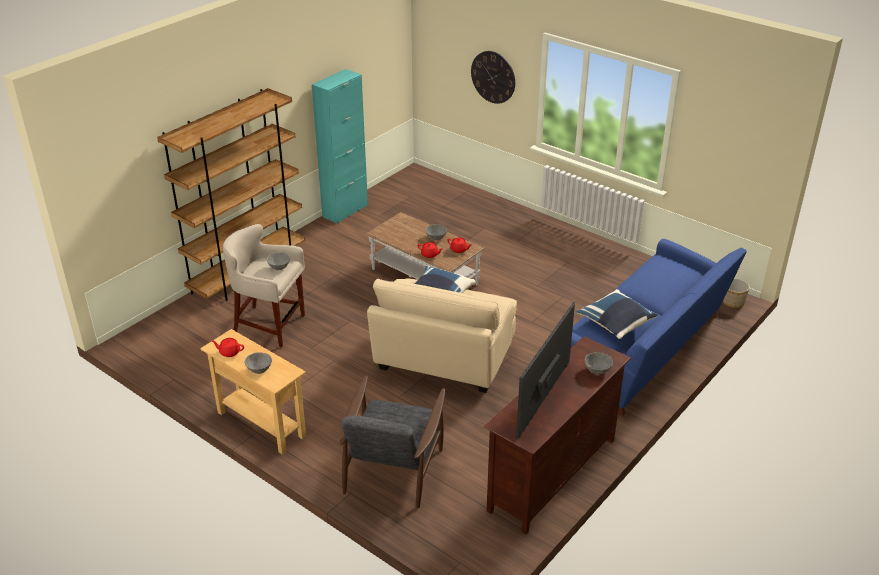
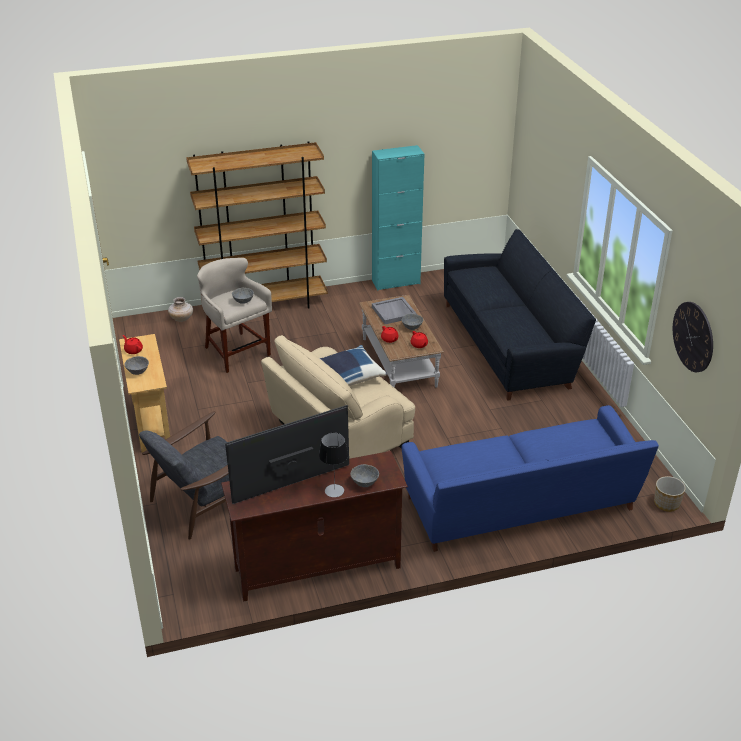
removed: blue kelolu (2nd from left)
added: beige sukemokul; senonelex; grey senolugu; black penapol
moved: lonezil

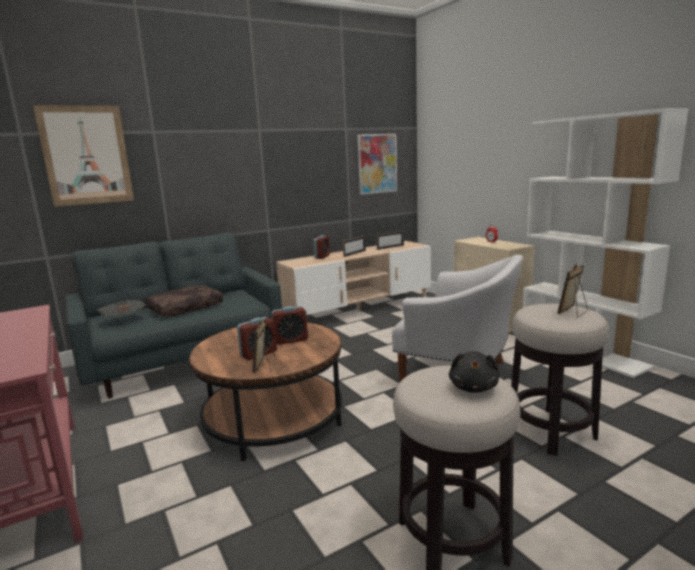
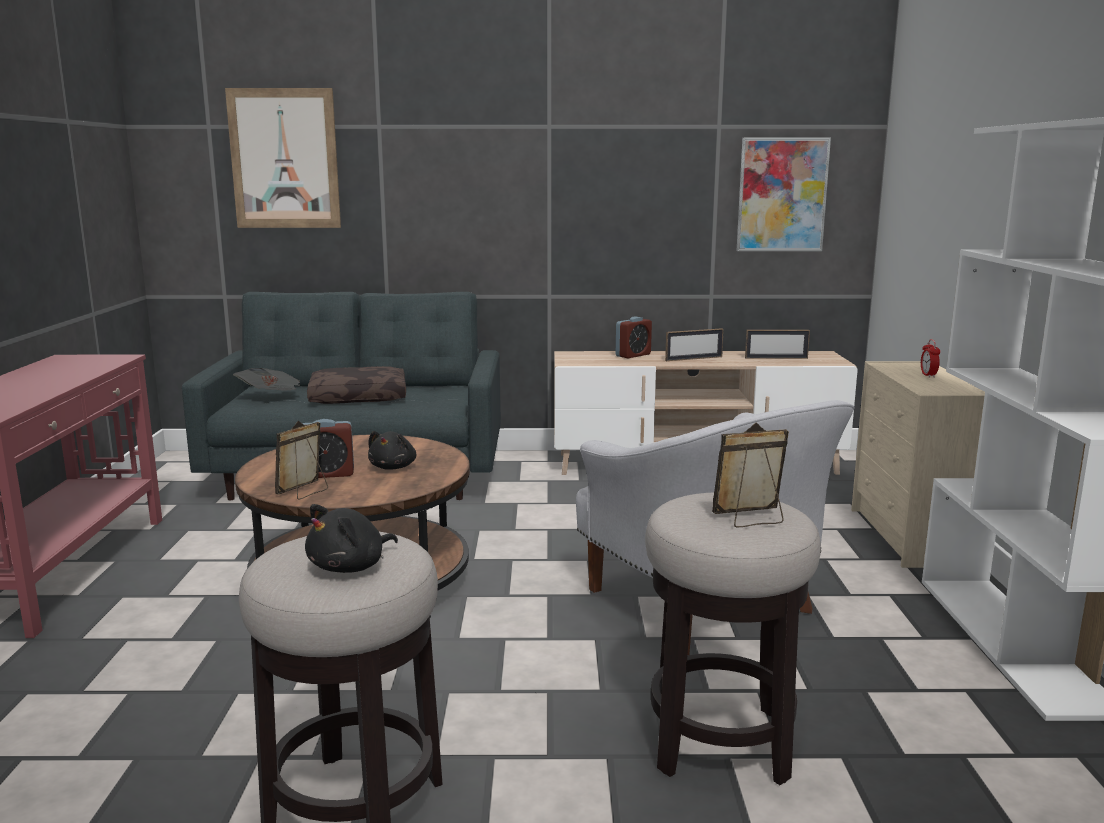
replaced: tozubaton (2nd from left) to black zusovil (2nd from left)

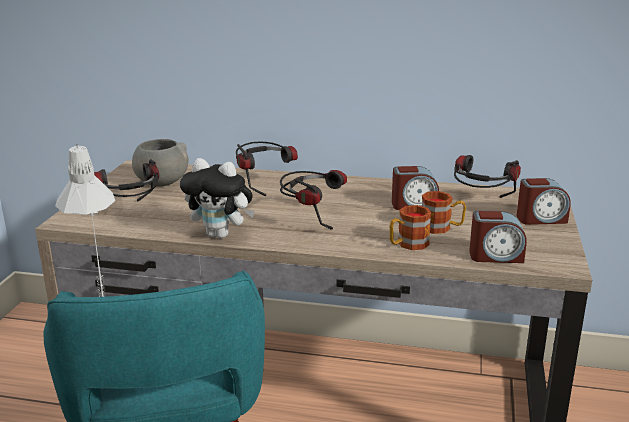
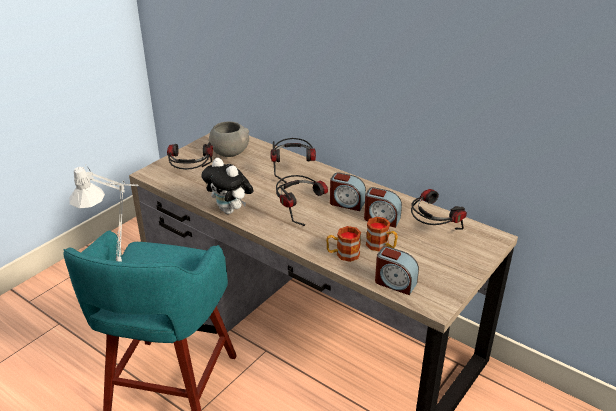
moved: tozubaton (3rd from left in the first image) to tozubaton (1st from left)

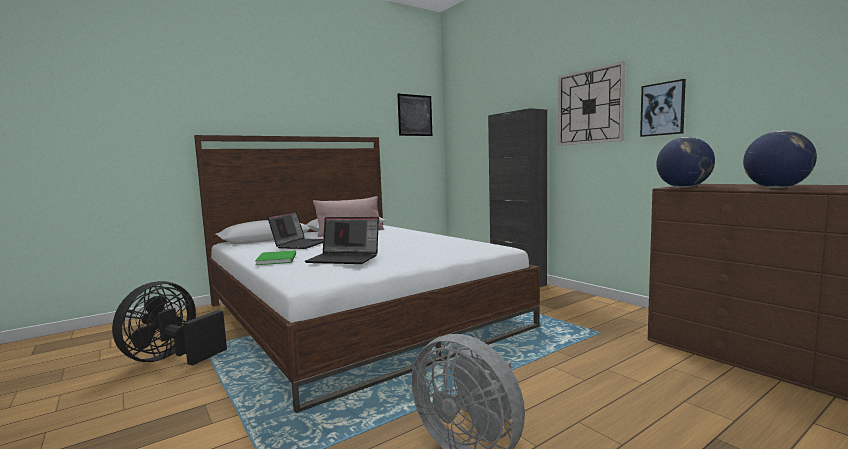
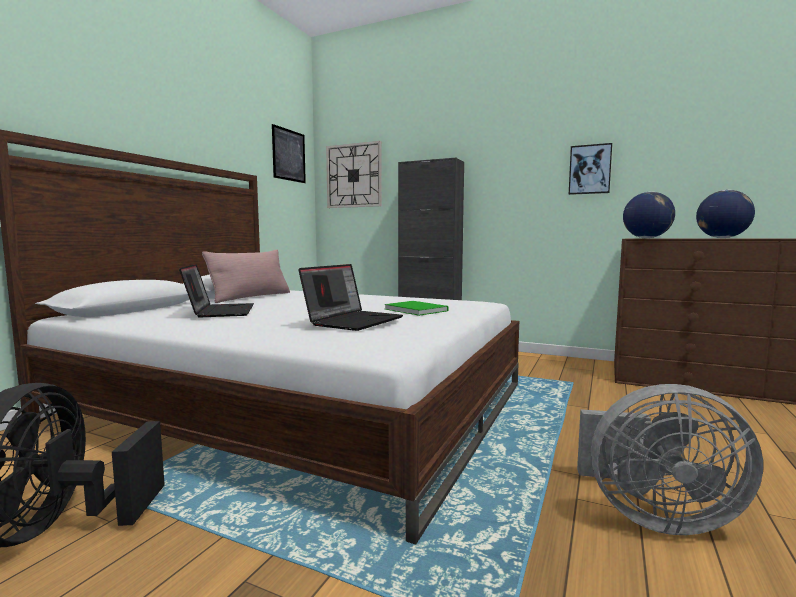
moved: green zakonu; lonezil
turned: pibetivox (2nd from left) 45 degrees counterclockwise

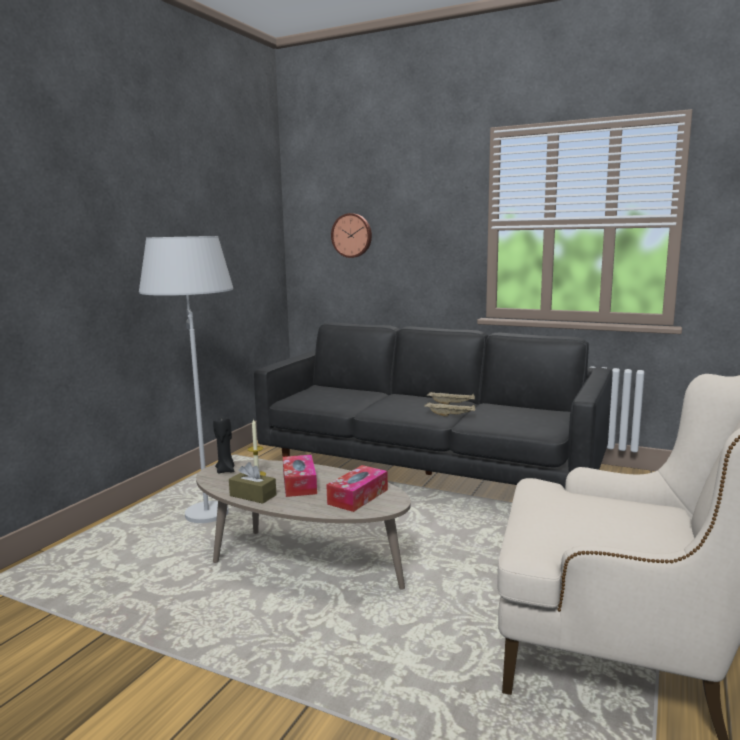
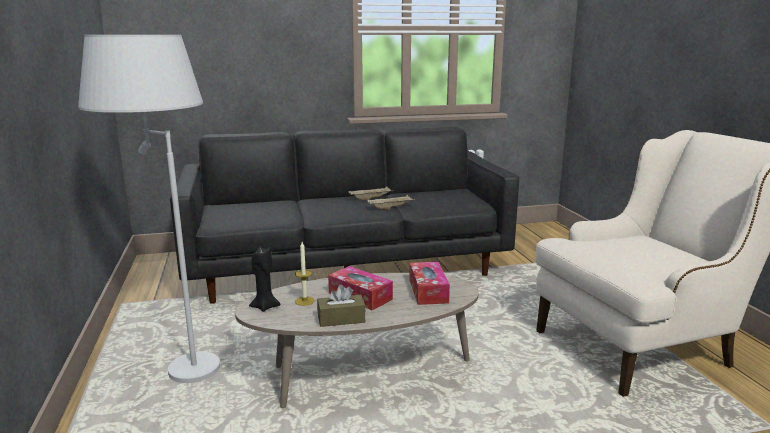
removed: lonezil

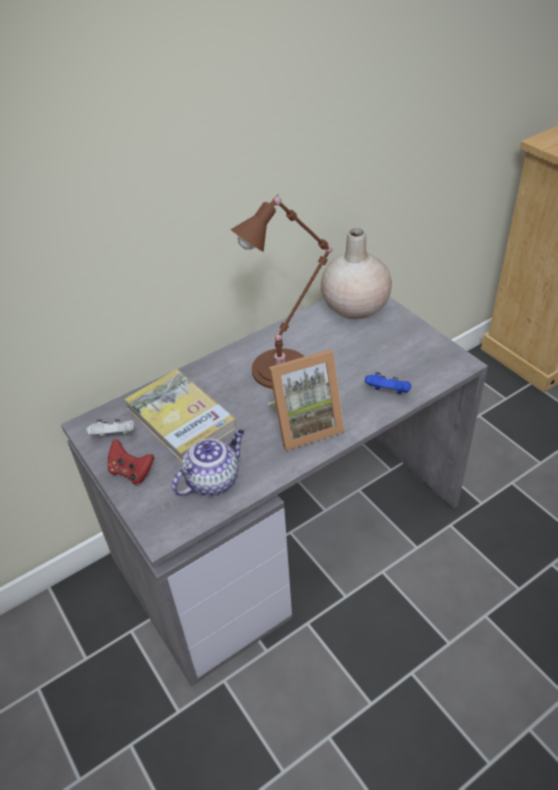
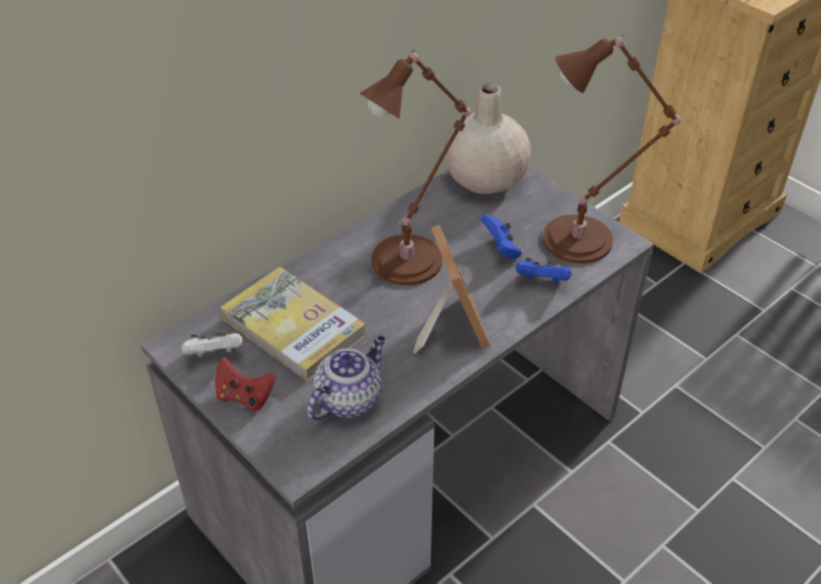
added: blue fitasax (1st from left); brown senonelex (2nd from left)
turned: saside 75 degrees counterclockwise

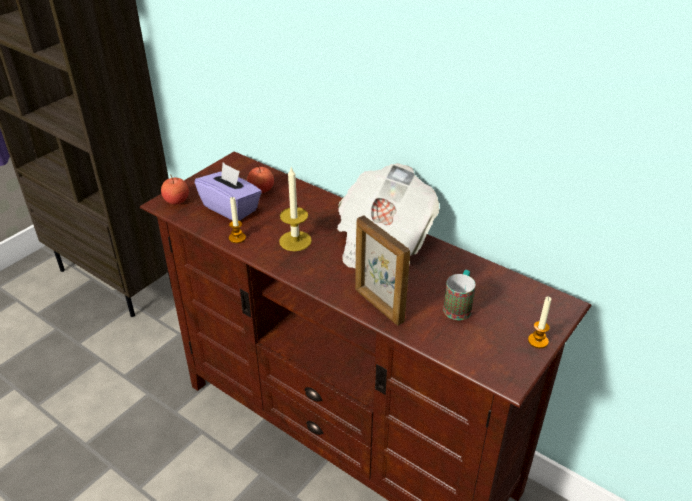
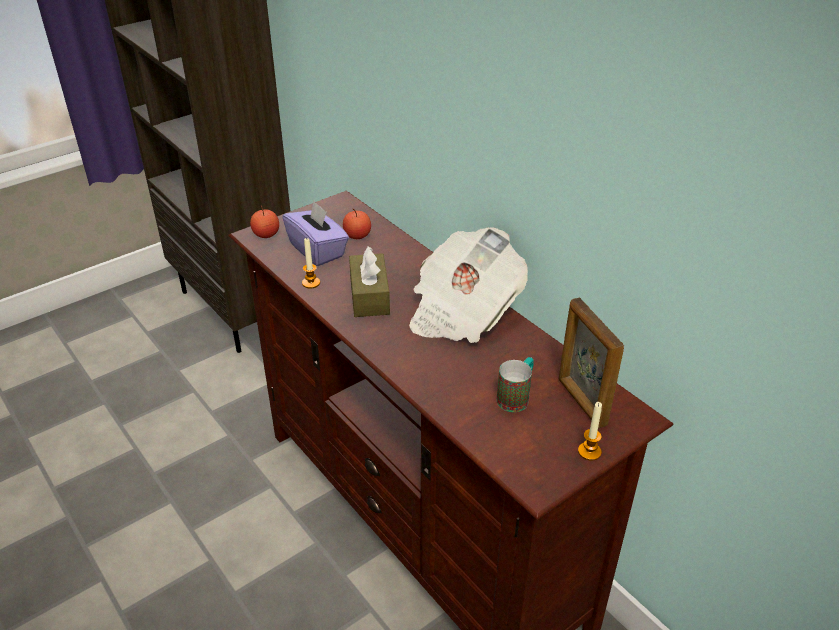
moved: saside
replaced: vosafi (2nd from left) to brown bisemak

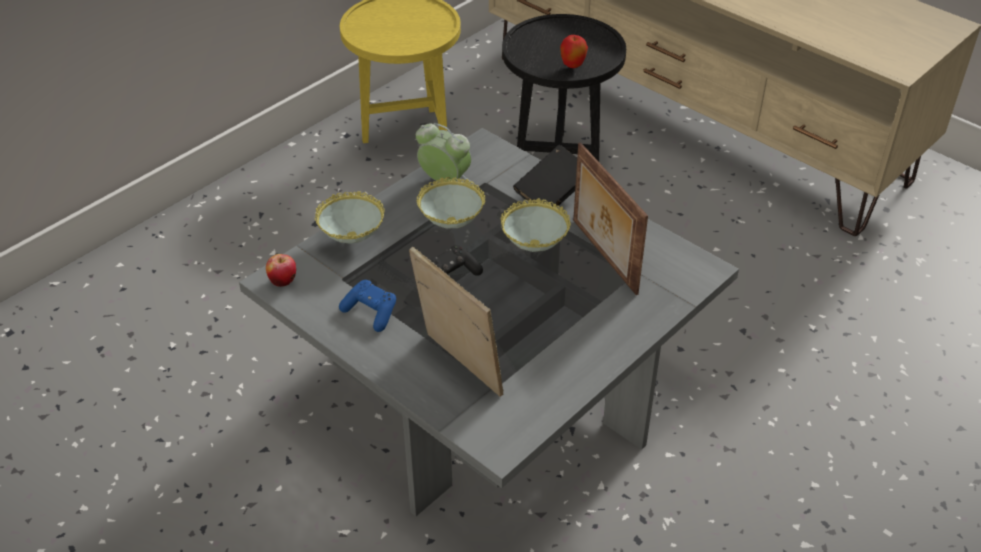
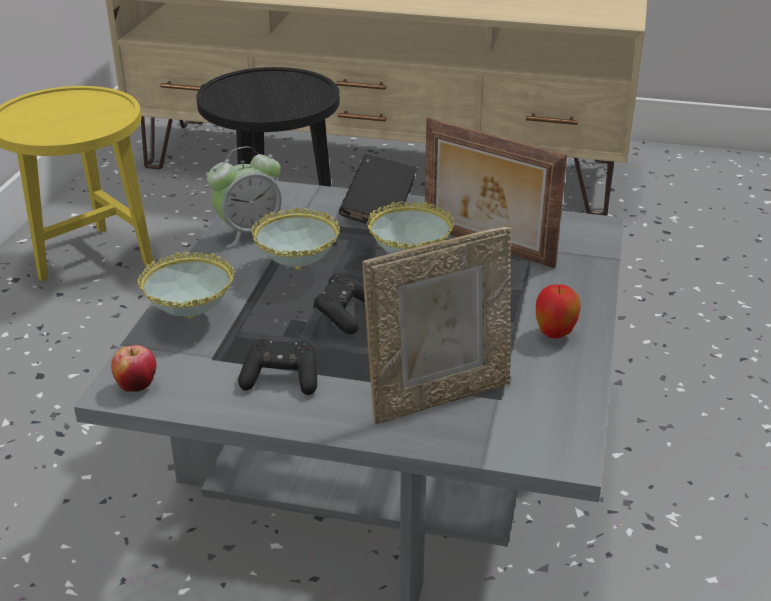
moved: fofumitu (2nd from left)
recoloured: blue fitasax to black fitasax (1st from left)
turned: saside (1st from left) 135 degrees clockwise; tozubaton 150 degrees clockwise

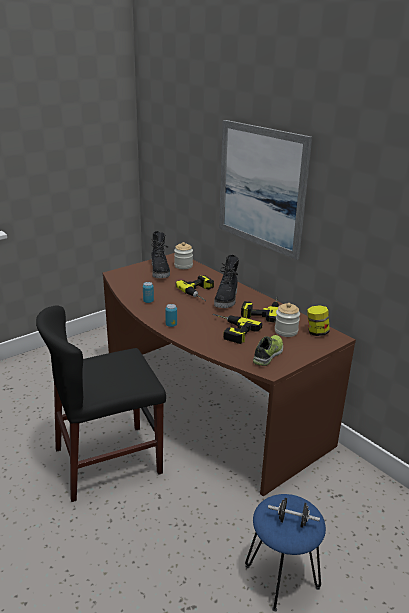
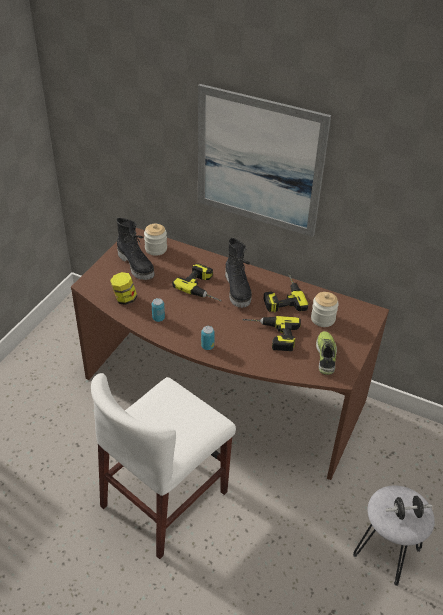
moved: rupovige (3rd from left in the first image) to rupovige (1st from left)
recoloured: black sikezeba to white sikezeba; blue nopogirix to grey nopogirix

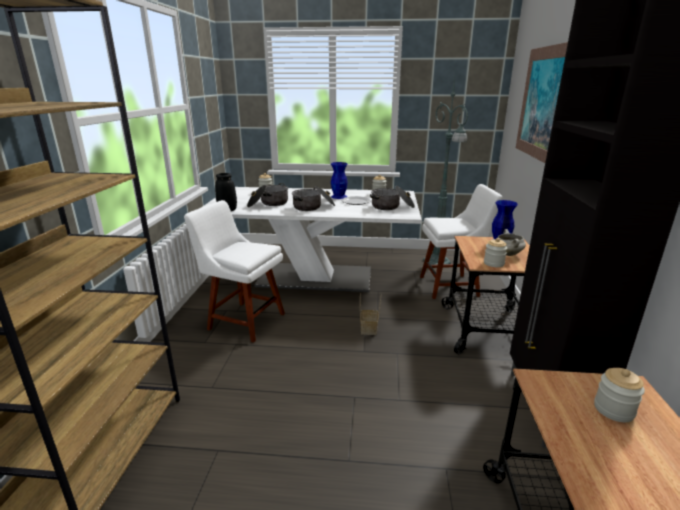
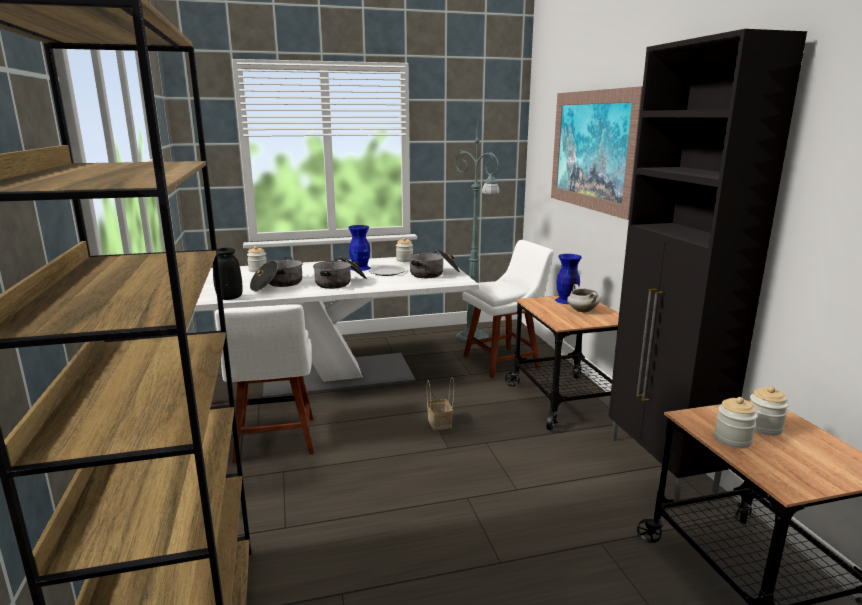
moved: rupovige (3rd from left)
turned: white sikezeba (1st from left) 105 degrees counterclockwise

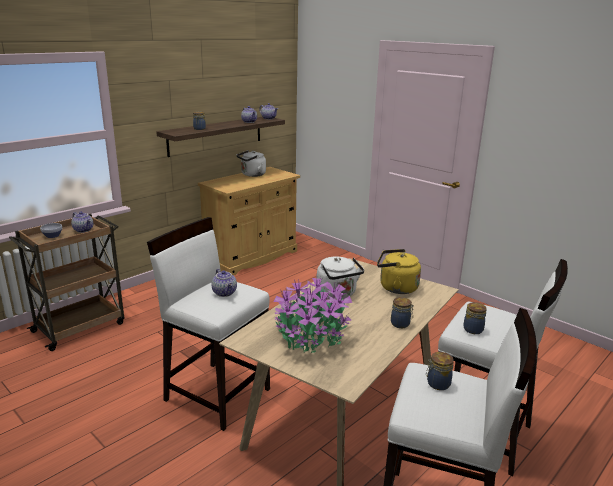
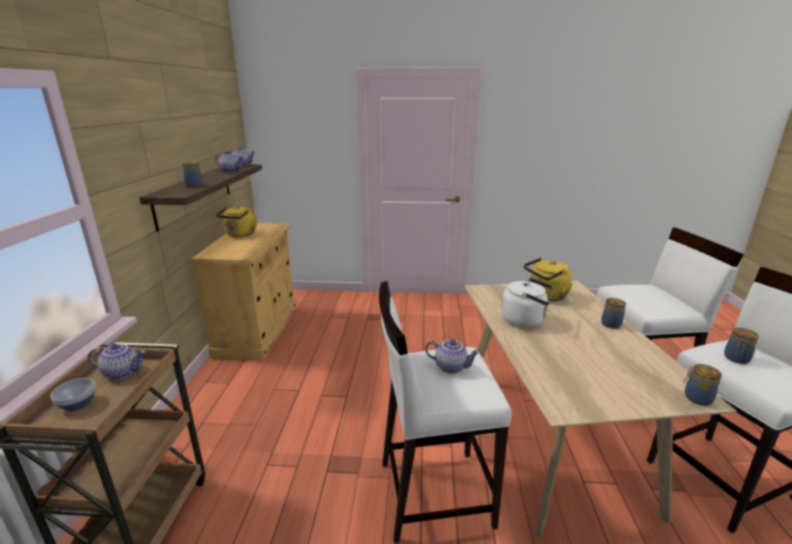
removed: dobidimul
moved: rupovige (4th from left in the first image) to rupovige (3rd from left)
recoloured: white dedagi (1st from left) to yellow dedagi (1st from left)

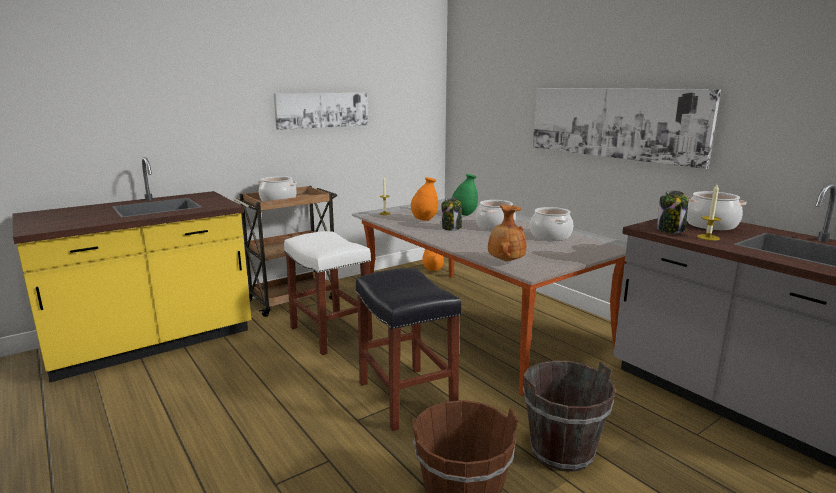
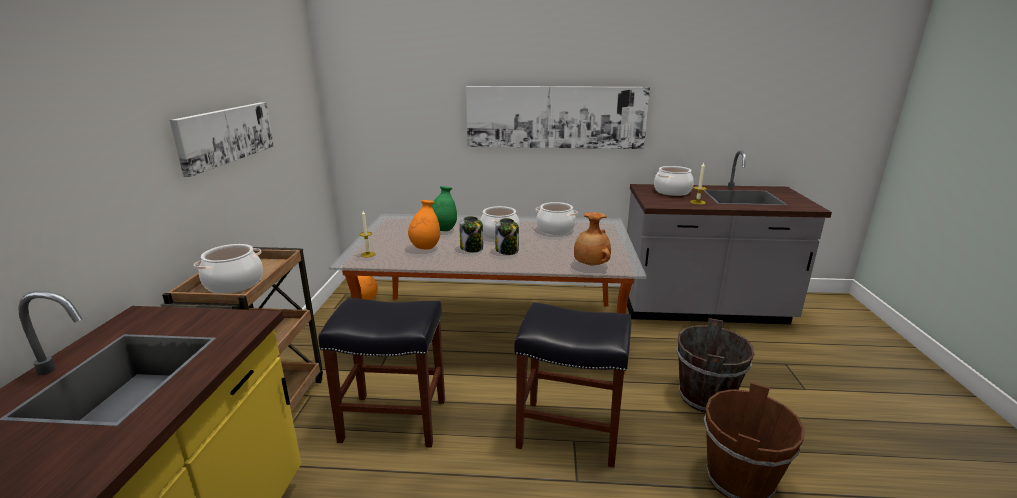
moved: rupovige (2nd from left)
recoloured: white nopogirix to black nopogirix (1st from left)

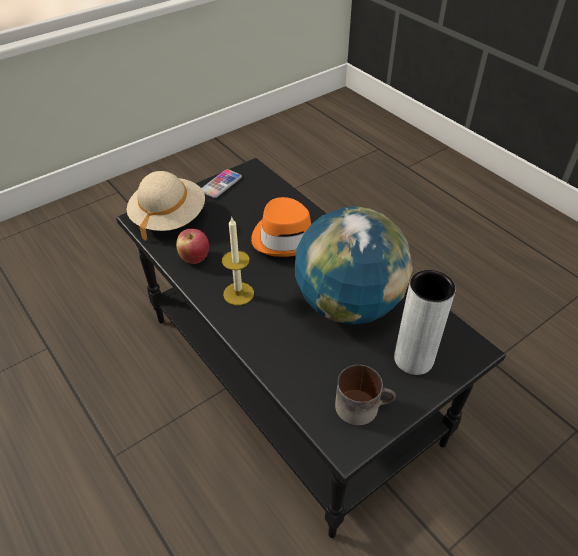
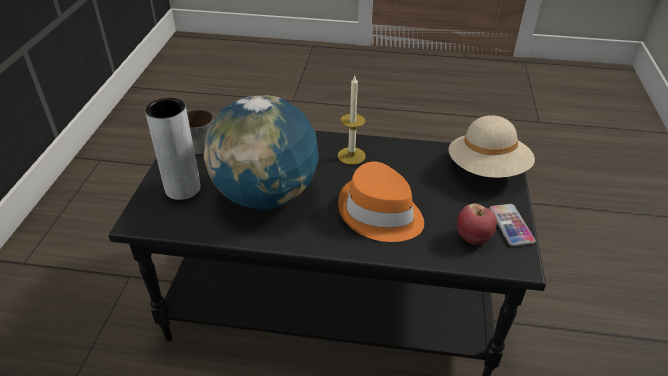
moved: fofumitu

